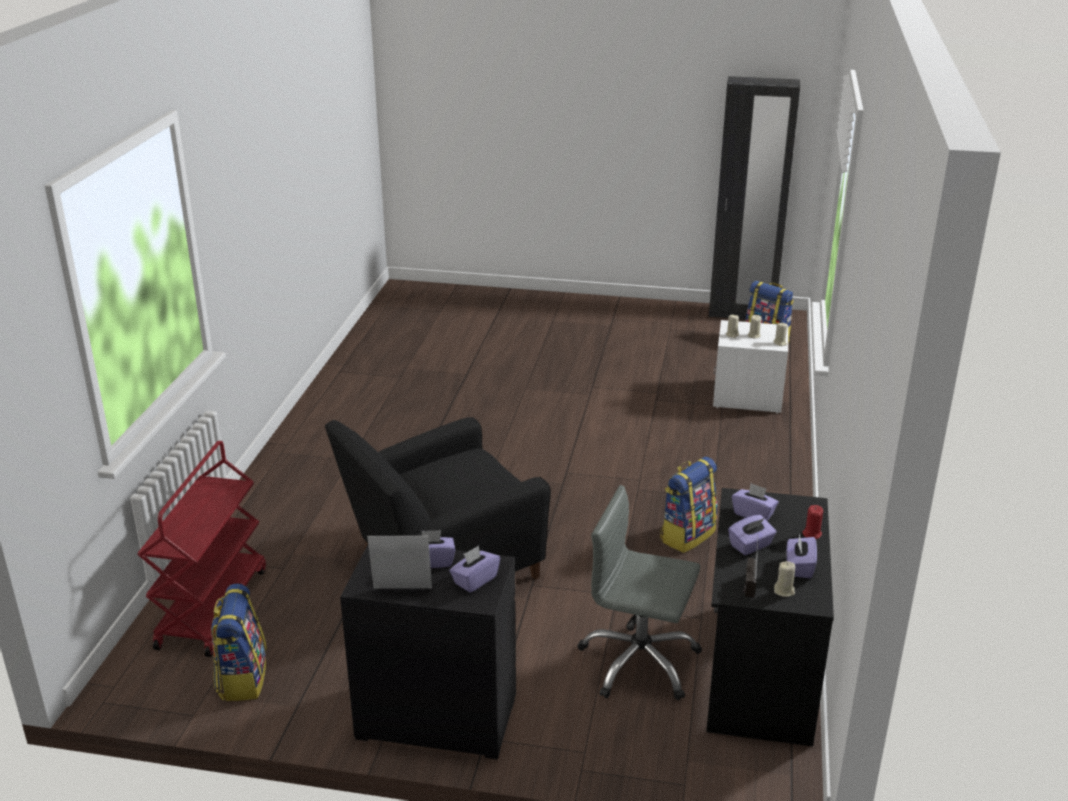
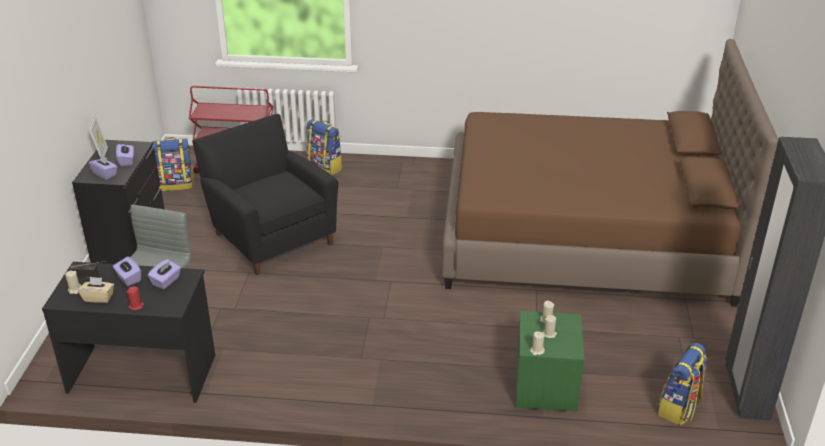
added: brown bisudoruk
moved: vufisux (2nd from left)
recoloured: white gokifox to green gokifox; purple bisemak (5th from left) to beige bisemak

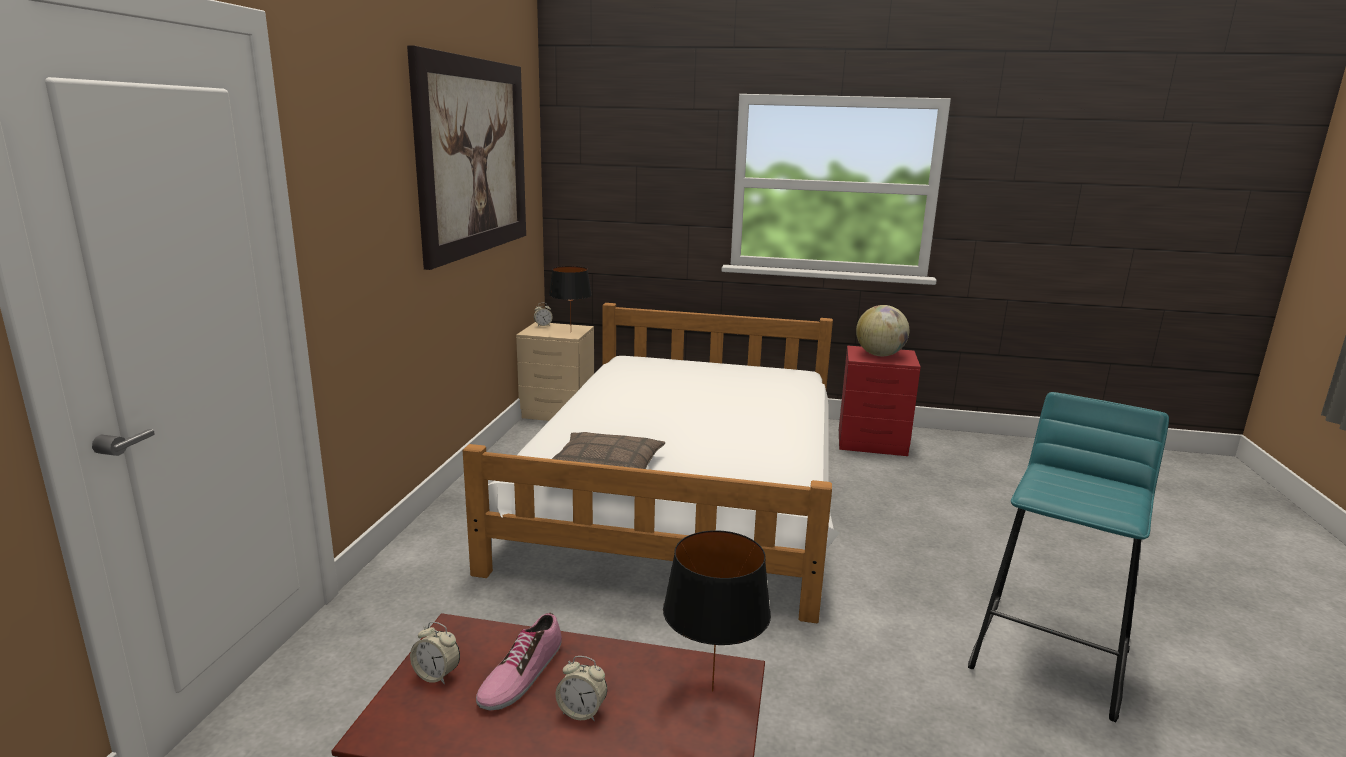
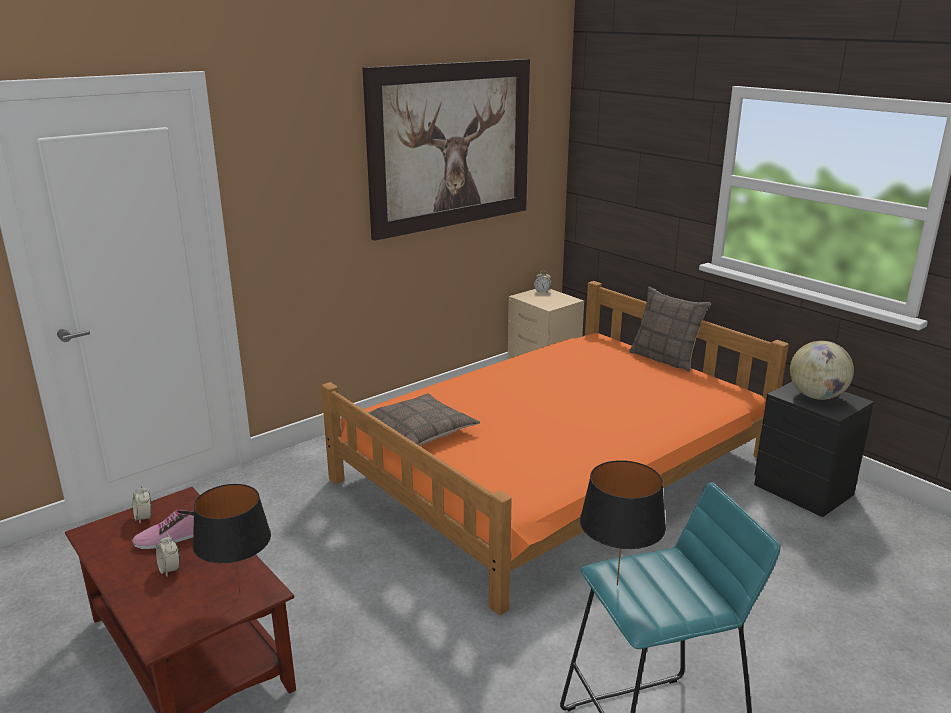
added: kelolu (2nd from left)
moved: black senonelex (1st from left in the first image) to black senonelex (2nd from left)
recoloured: white bisudoruk to orange bisudoruk; red gokifox to black gokifox

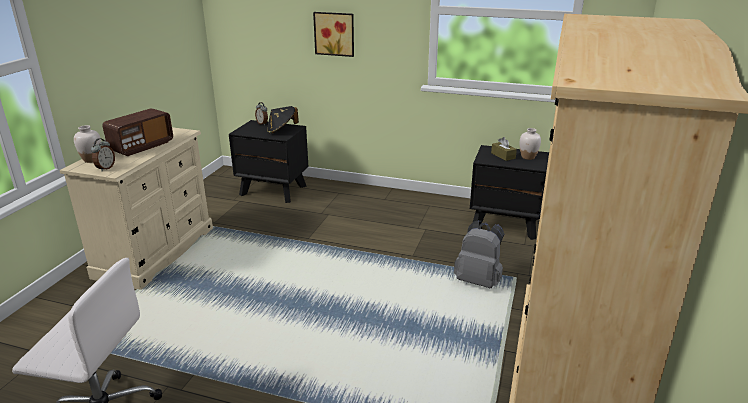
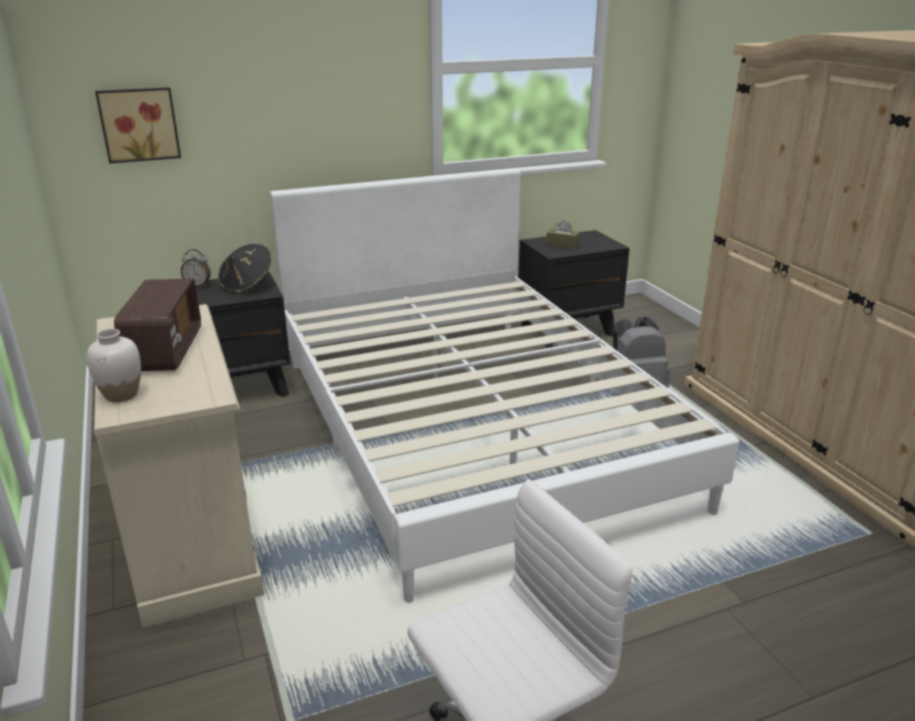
removed: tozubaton (1st from left); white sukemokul (2nd from left)
added: white bisudoruk
moved: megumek

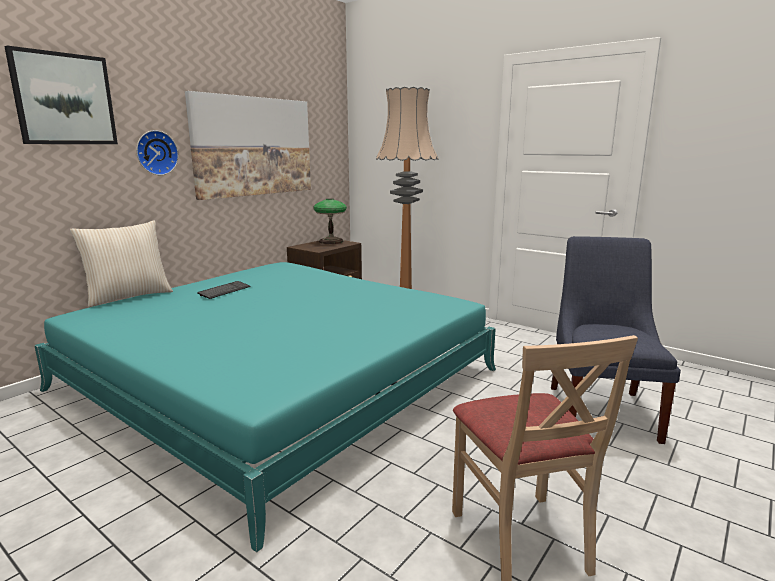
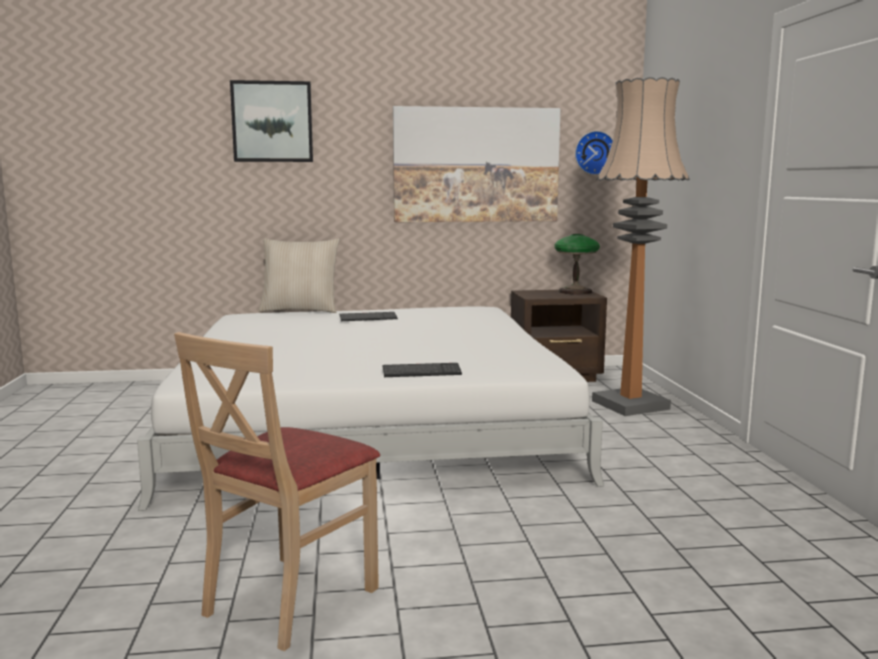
removed: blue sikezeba
added: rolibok (2nd from left)
moved: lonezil
recoloured: turquoise bisudoruk to white bisudoruk

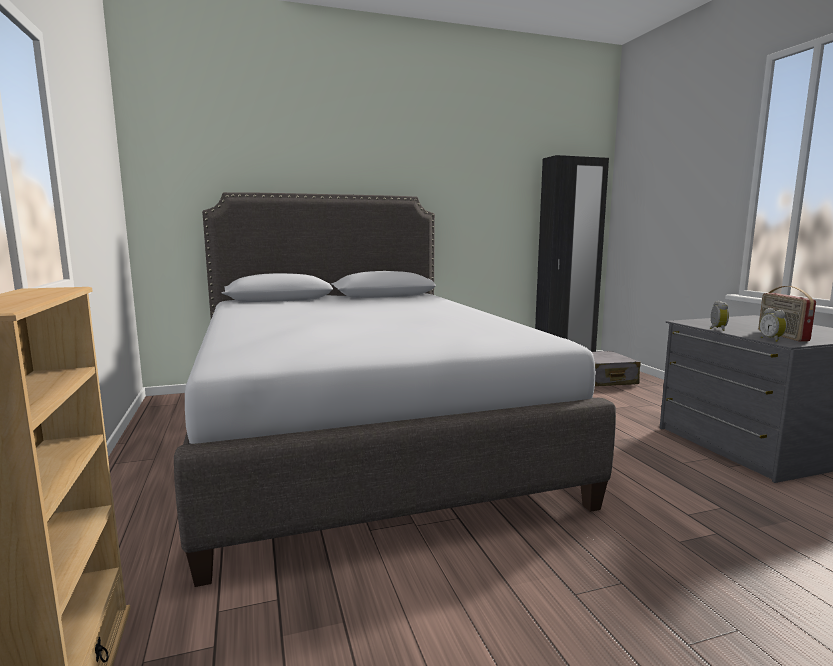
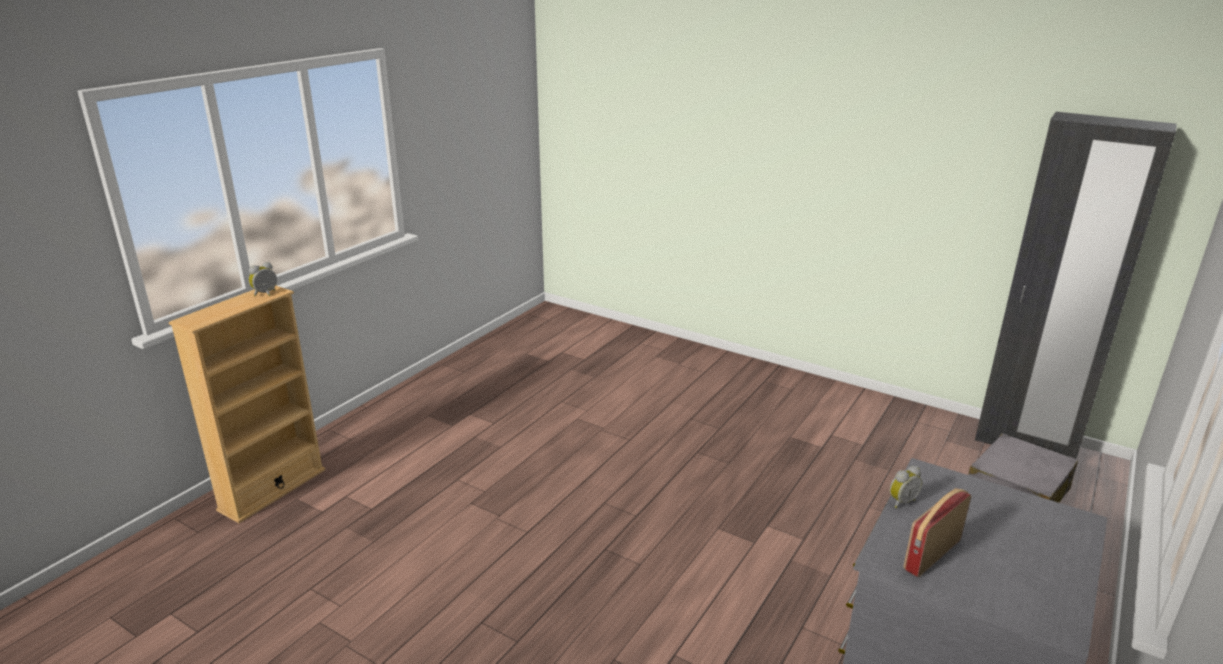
removed: grey bisudoruk
moved: tozubaton (2nd from left in the first image) to tozubaton (1st from left)

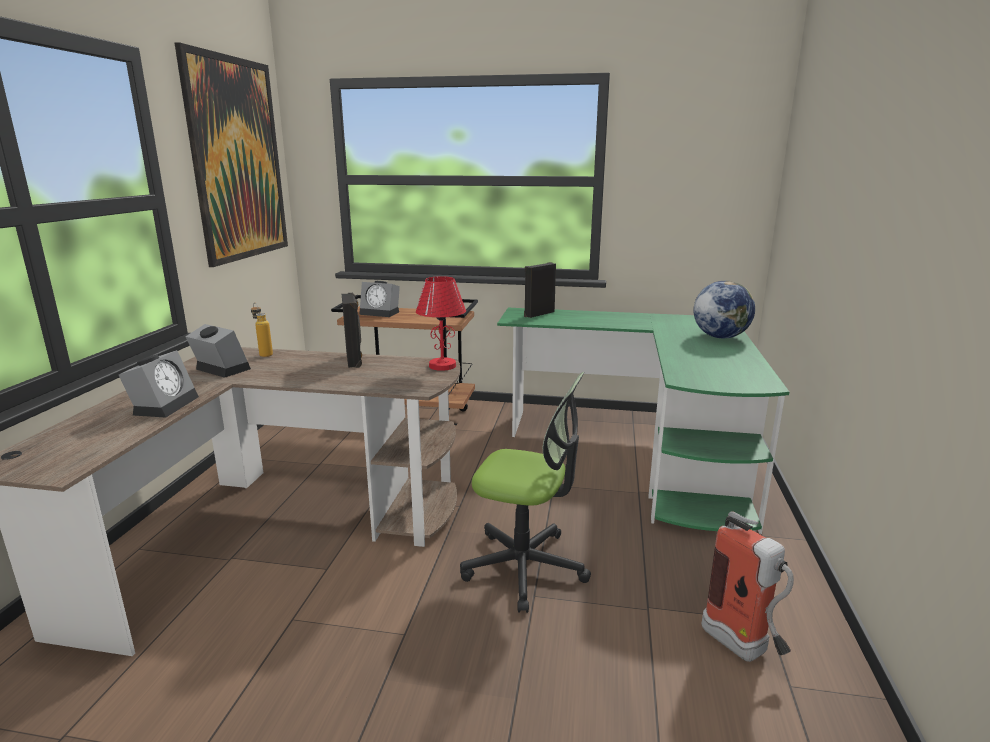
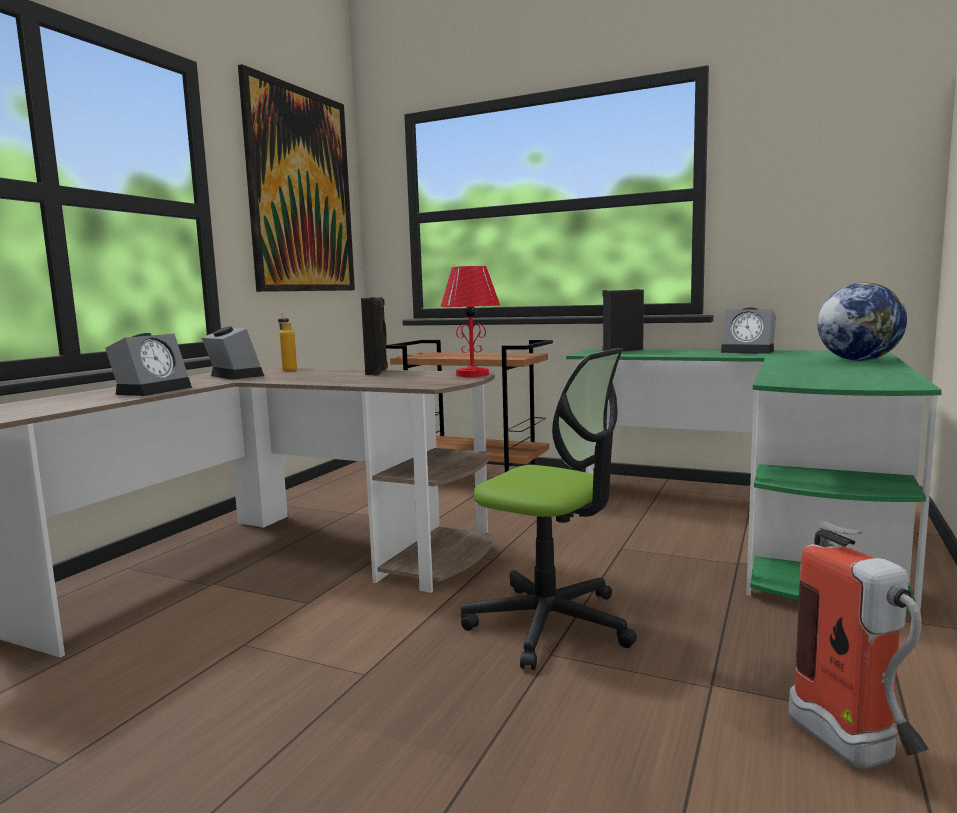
moved: tozubaton (3rd from left)

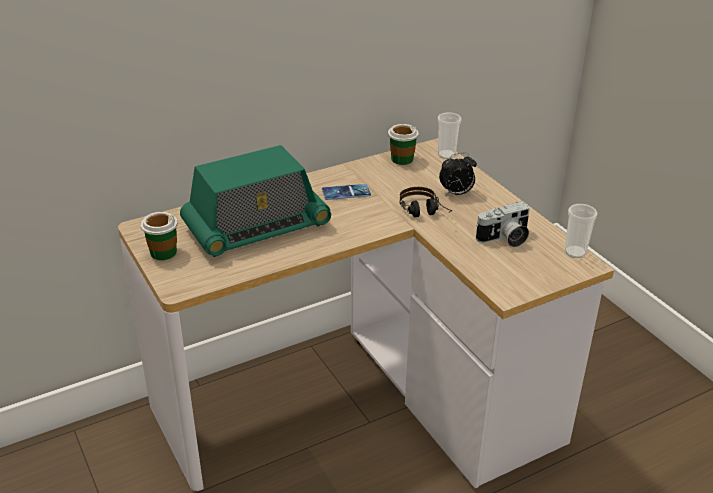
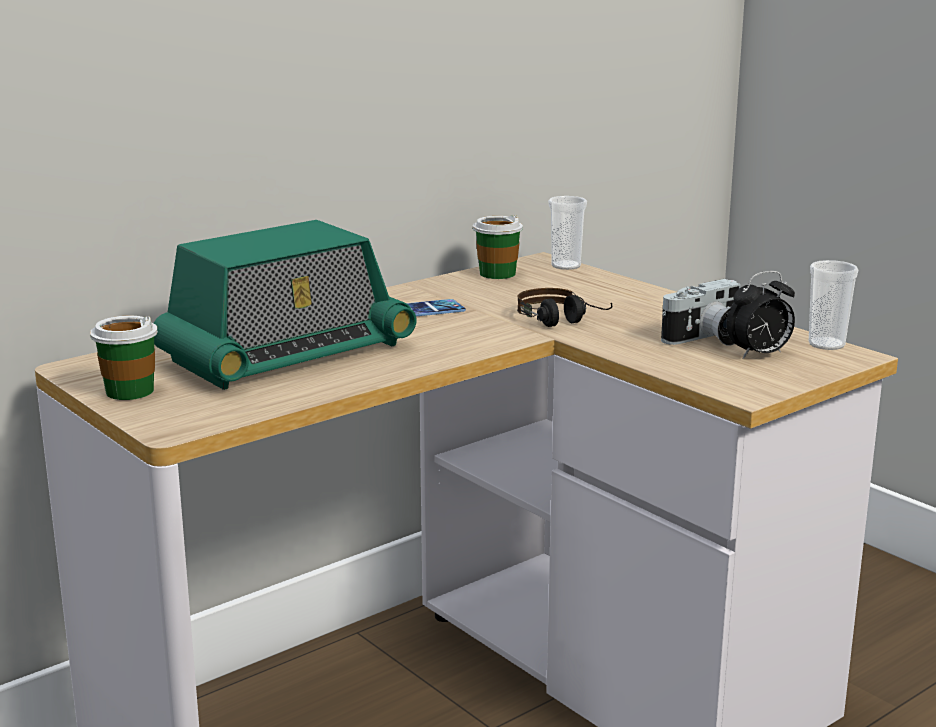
moved: tozubaton

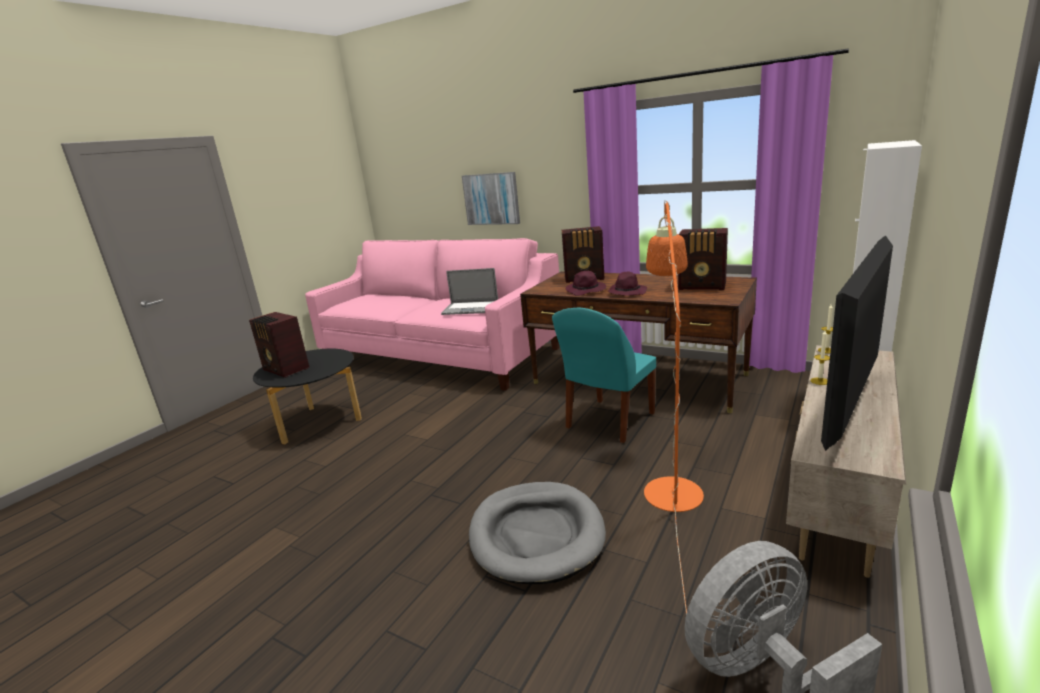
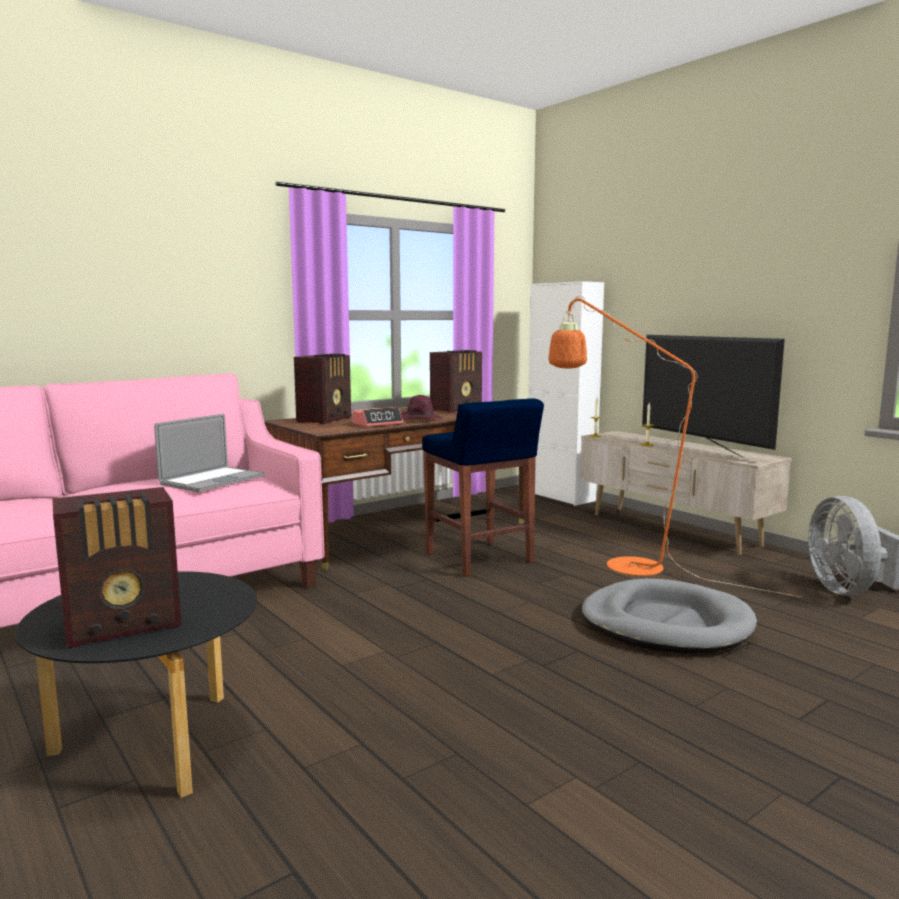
removed: megumek
replaced: turquoise sikezeba to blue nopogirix; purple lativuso (1st from left) to tozubaton

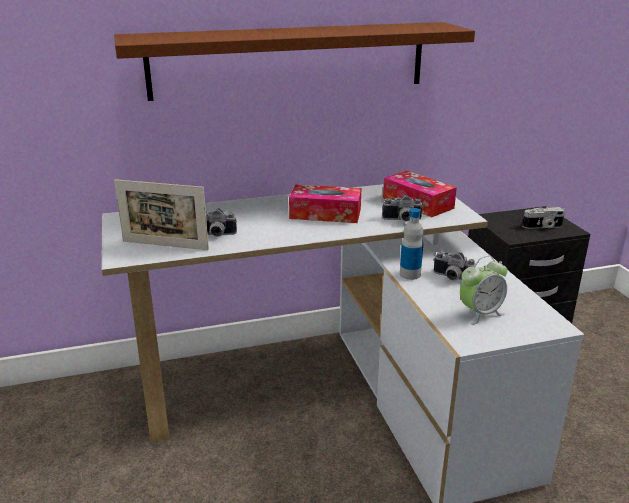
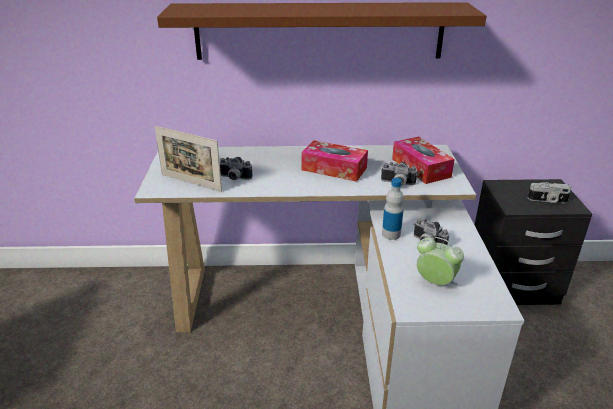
turned: tozubaton 135 degrees counterclockwise

